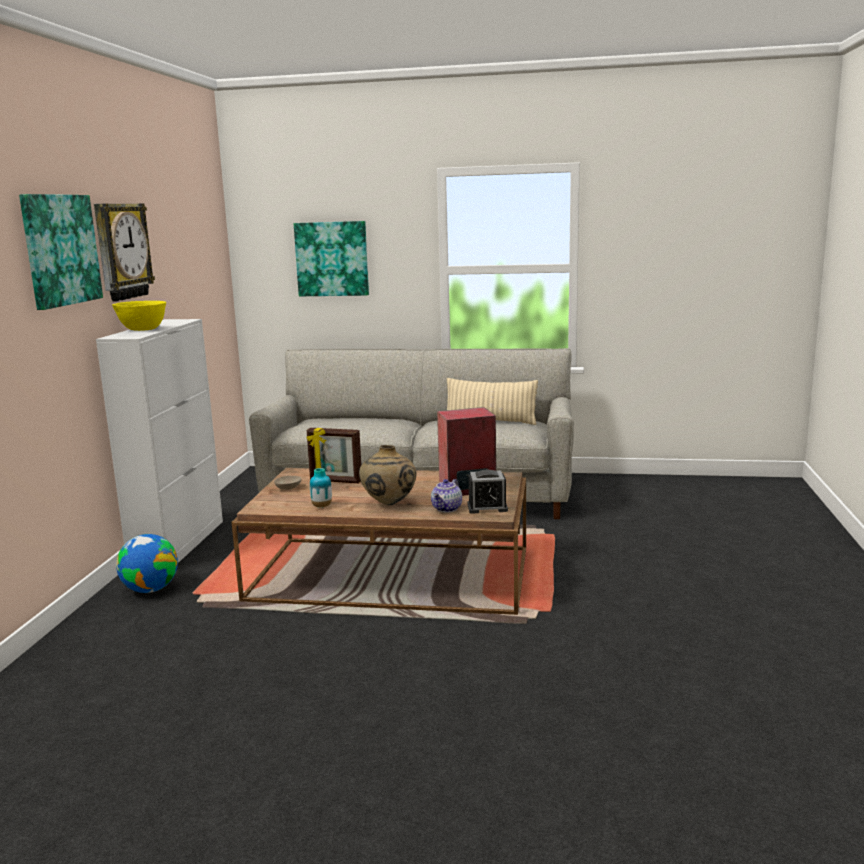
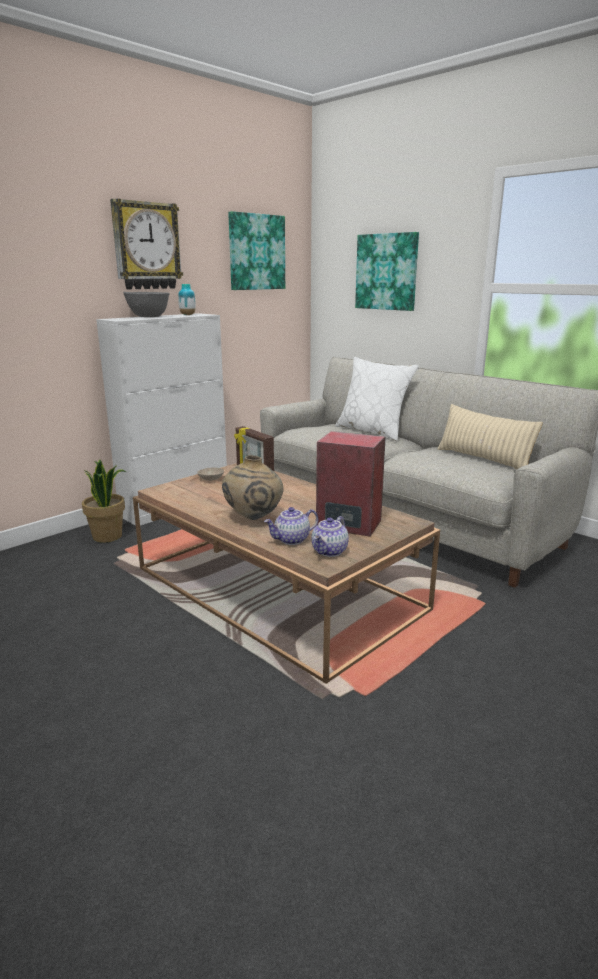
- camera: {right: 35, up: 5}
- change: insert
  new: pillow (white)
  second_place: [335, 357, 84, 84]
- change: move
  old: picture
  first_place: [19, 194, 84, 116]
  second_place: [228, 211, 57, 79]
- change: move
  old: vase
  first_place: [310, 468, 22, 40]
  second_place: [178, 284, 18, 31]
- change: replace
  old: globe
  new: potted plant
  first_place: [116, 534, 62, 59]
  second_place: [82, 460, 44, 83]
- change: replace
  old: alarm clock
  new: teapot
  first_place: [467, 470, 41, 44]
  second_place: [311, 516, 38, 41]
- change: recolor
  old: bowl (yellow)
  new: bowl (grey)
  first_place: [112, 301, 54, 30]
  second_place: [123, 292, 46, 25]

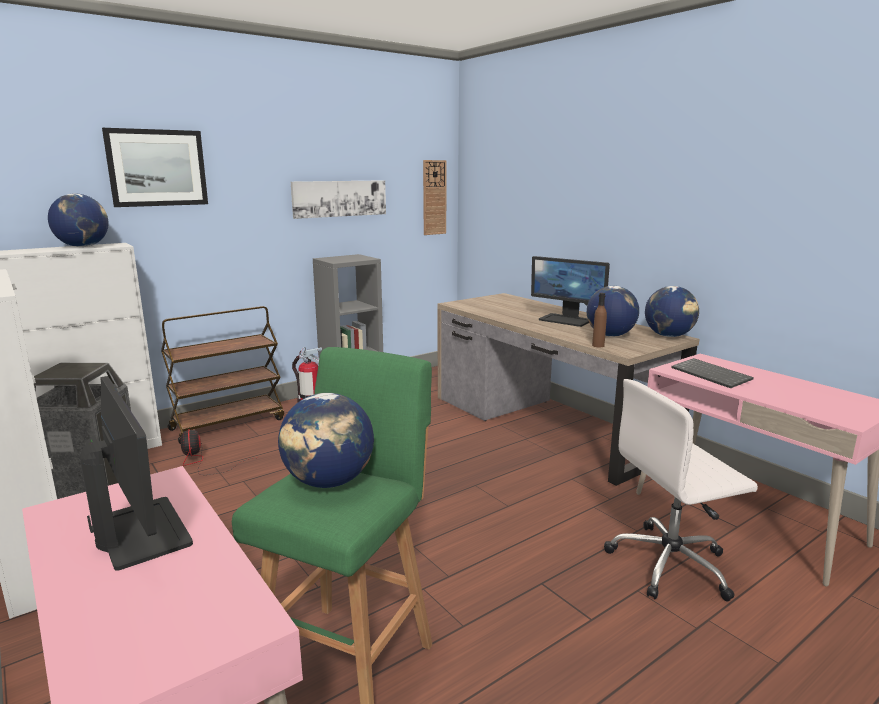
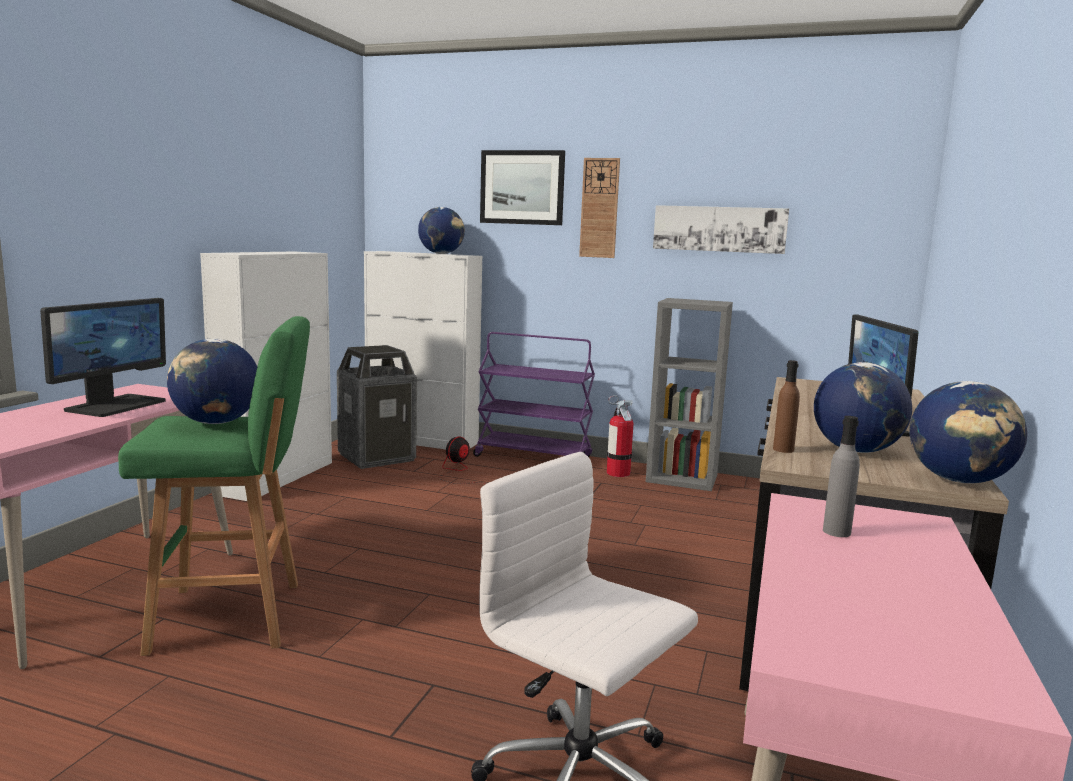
- camera: {right: 55, up: -5}
- change: move
  old: wall clock
  first_place: [423, 160, 24, 75]
  second_place: [579, 158, 41, 100]
- change: replace
  old: keyboard
  new: bottle (grey)
  first_place: [671, 358, 83, 30]
  second_place: [823, 416, 37, 121]
- change: recolor
  old: cart (brown)
  new: cart (purple)
  first_place: [161, 306, 123, 138]
  second_place: [473, 332, 122, 125]

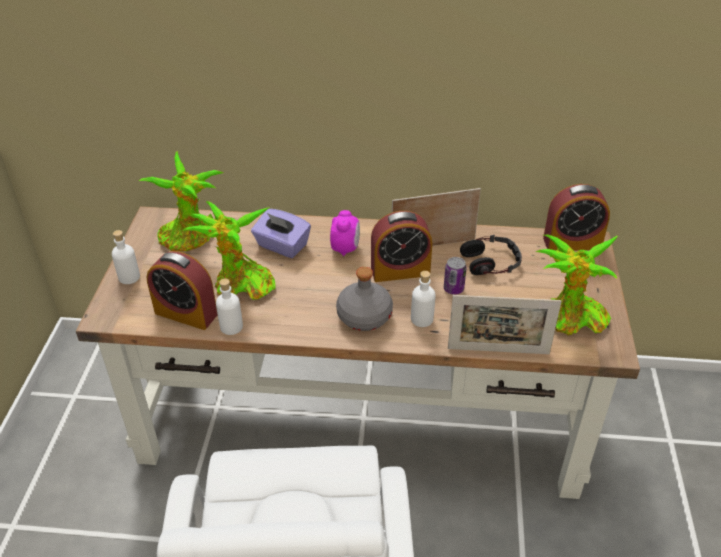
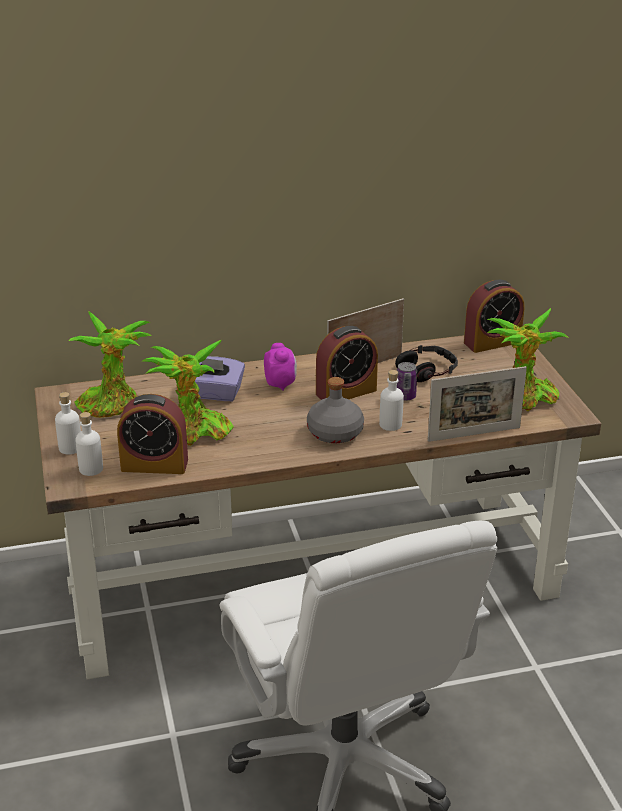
- camera: {right: -20, up: -10}
- change: move
  old: bottle (white)
  first_place: [216, 278, 27, 57]
  second_place: [75, 412, 28, 64]

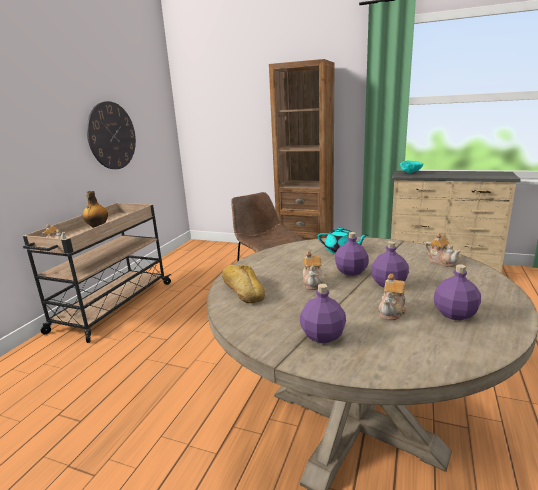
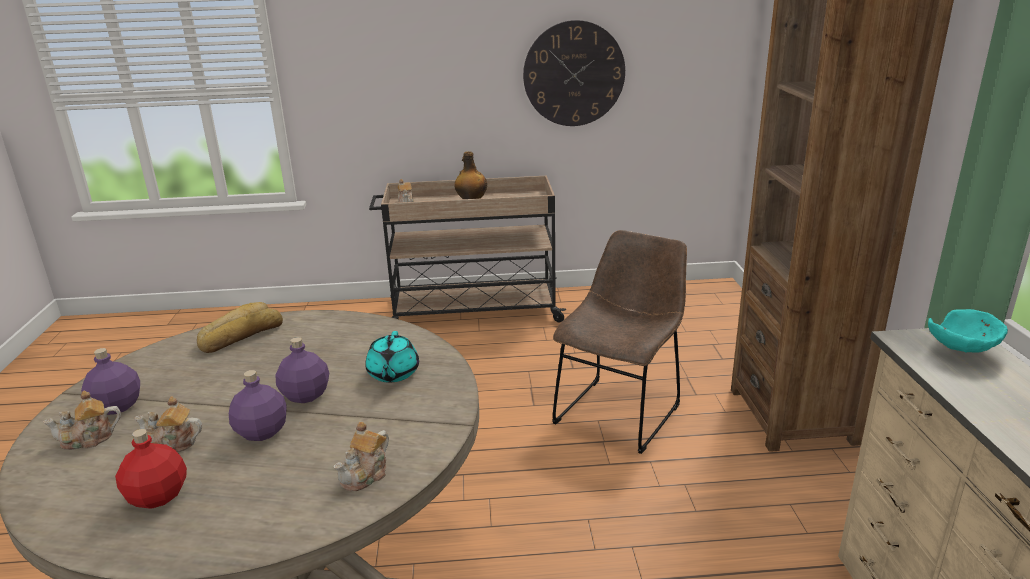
- camera: {right: 65, up: 5}
- change: move
  old: teapot
  first_place: [303, 251, 21, 39]
  second_place: [43, 391, 78, 59]
- change: recolor
  old: bottle (purple)
  new: bottle (red)
  first_place: [434, 264, 47, 56]
  second_place: [115, 429, 72, 80]

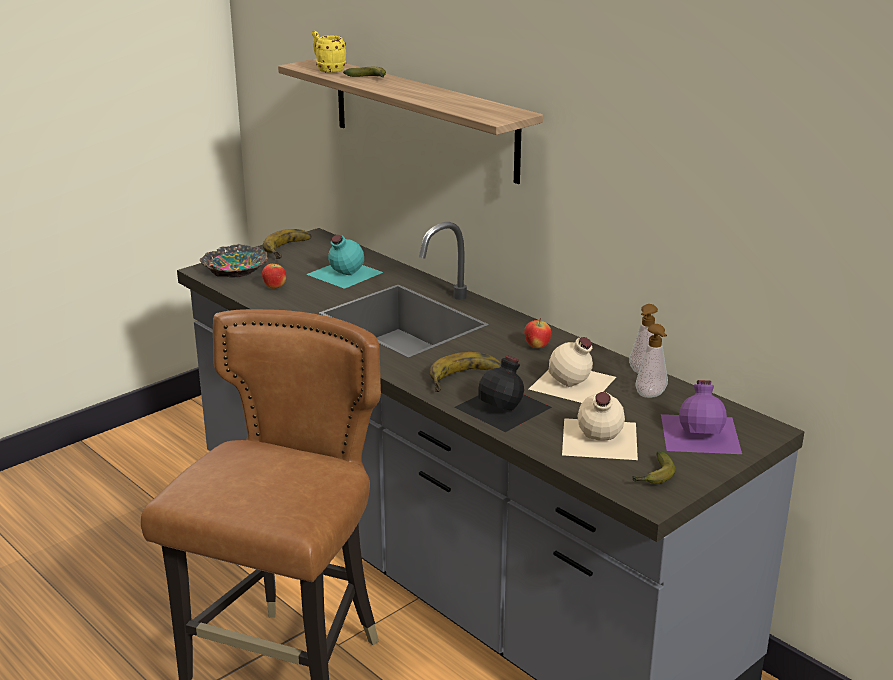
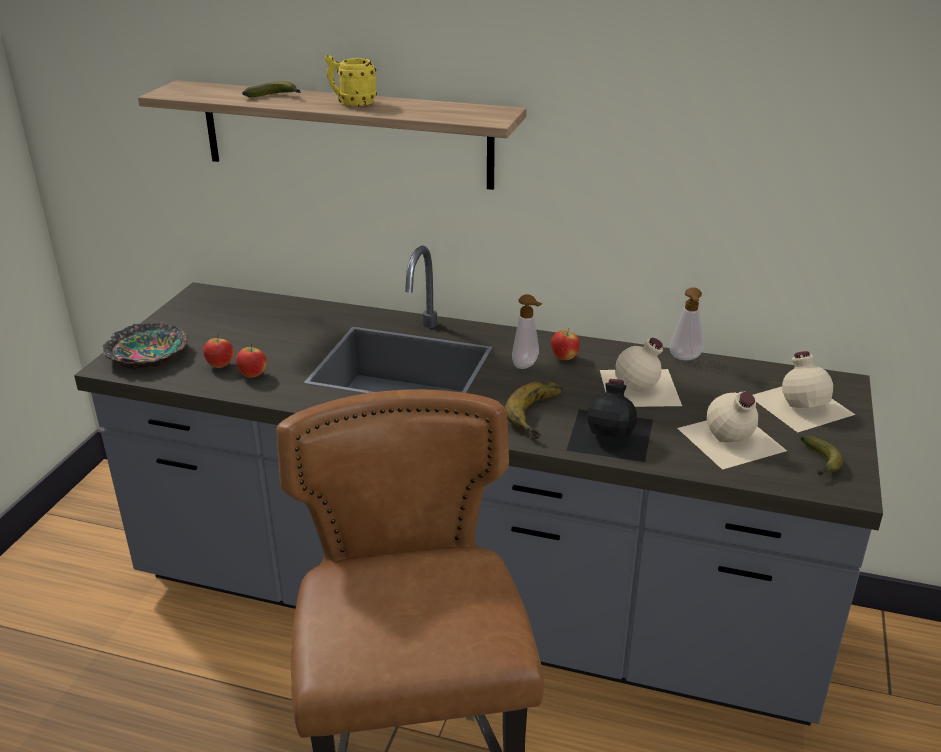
- camera: {right: -30, up: 5}
- change: delete
  old: banana
  first_place: [263, 229, 48, 30]
- change: delete
  old: bottle (turquoise)
  first_place: [306, 235, 77, 54]
- change: insert
  new: apple
  second_place: [236, 343, 31, 35]
- change: move
  old: mug (yellow)
  first_place: [312, 31, 34, 42]
  second_place: [325, 55, 52, 51]
- change: move
  old: soap dispenser
  first_place: [635, 324, 33, 74]
  second_place: [512, 294, 30, 75]
- change: recolor
  old: bottle (purple)
  new: bottle (beige)
  first_place: [661, 380, 81, 74]
  second_place: [753, 351, 102, 81]

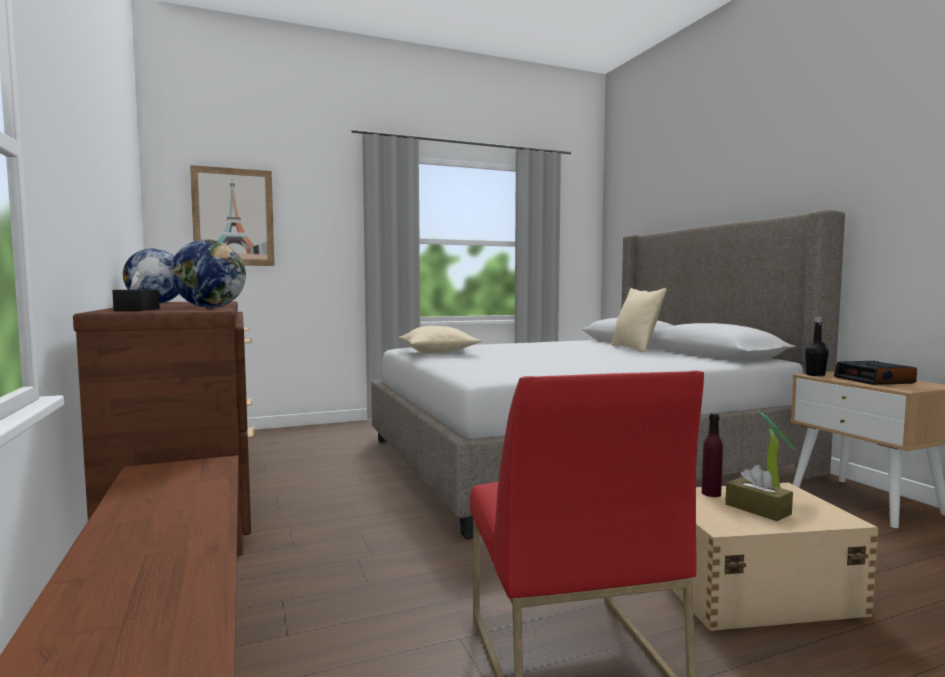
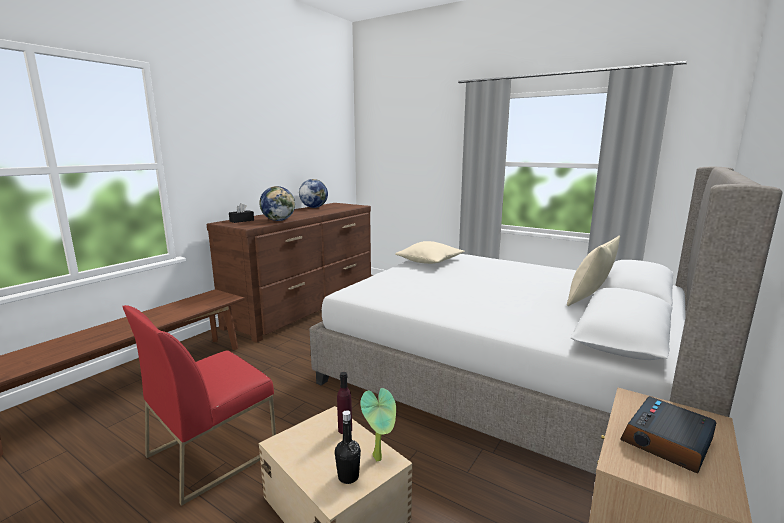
- camera: {right: 55, up: 10}
- change: delete
  old: picture
  first_place: [190, 165, 85, 101]
- change: delete
  old: tissue box (brown)
  first_place: [725, 465, 68, 56]
- change: move
  old: bottle (black)
  first_place: [805, 317, 24, 59]
  second_place: [335, 410, 26, 74]

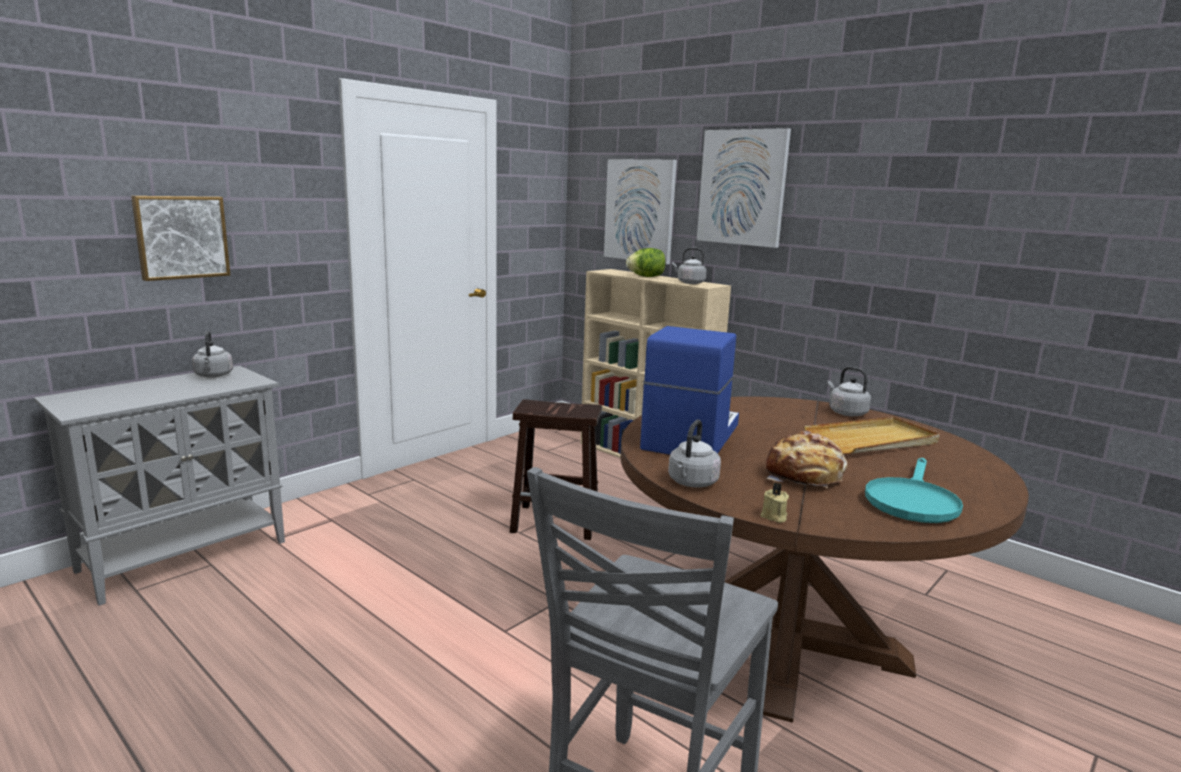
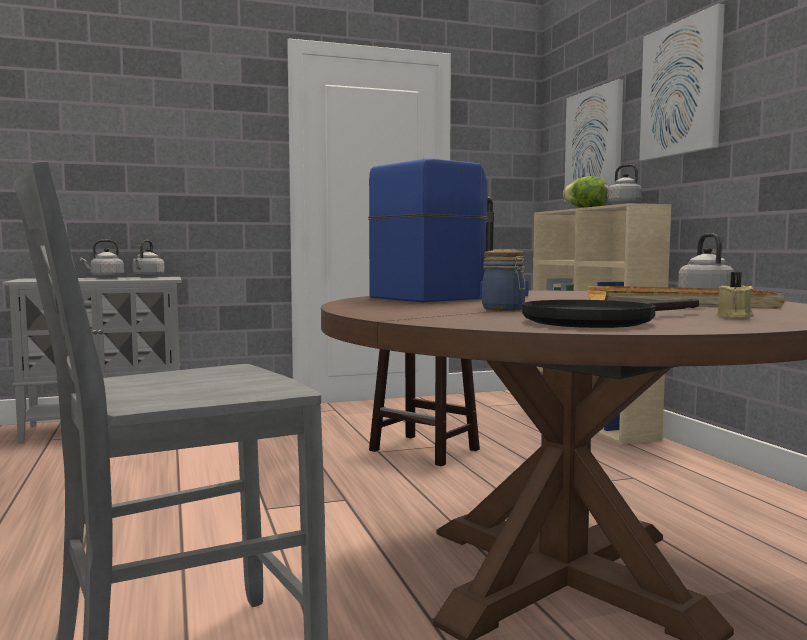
- camera: {right: 30, up: -10}
- change: delete
  old: picture
  first_place: [131, 196, 99, 85]
- change: move
  old: kettle (grey)
  first_place: [668, 420, 53, 67]
  second_place: [80, 240, 44, 39]
- change: move
  old: candle (beige)
  first_place: [760, 483, 29, 40]
  second_place: [715, 272, 38, 47]
- change: replace
  old: bread
  new: jar
  first_place: [765, 431, 82, 57]
  second_place: [482, 250, 44, 61]
- change: recolor
  old: frying pan (turquoise)
  new: frying pan (black)
  first_place: [865, 458, 98, 65]
  second_place: [522, 299, 177, 29]

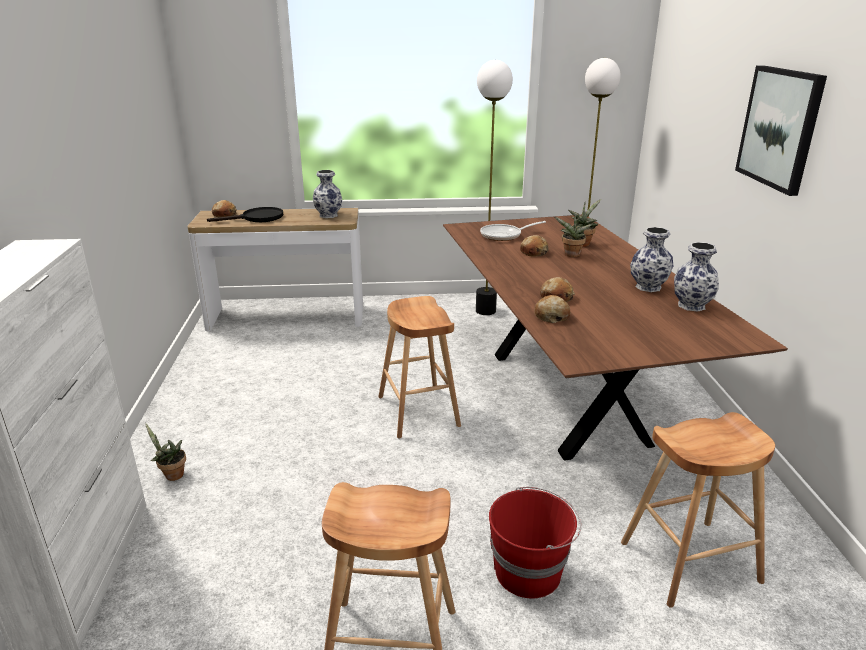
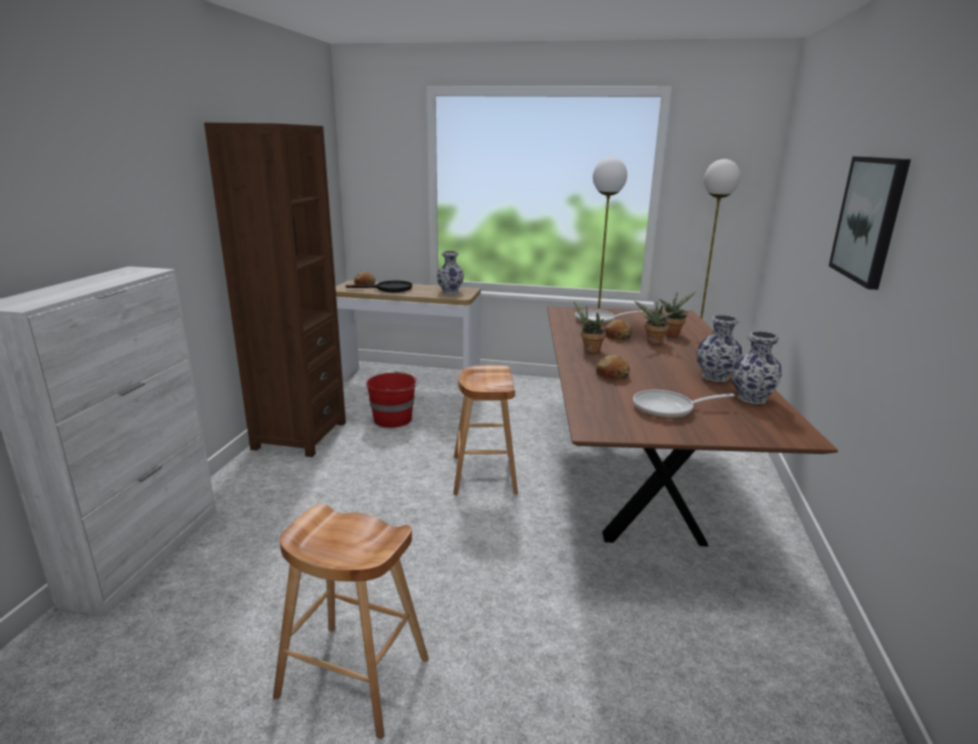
- camera: {right: 15, up: -5}
- change: delete
  old: bread
  first_place: [534, 295, 36, 28]
- change: delete
  old: stool (brown)
  first_place: [621, 412, 154, 196]
- change: insert
  new: bookcase (brown)
  second_place: [204, 122, 142, 335]
- change: insert
  new: frying pan
  second_place: [633, 390, 102, 29]
- change: move
  old: potted plant
  first_place: [145, 423, 41, 58]
  second_place: [574, 301, 32, 52]
- change: move
  old: bucket (red)
  first_place: [489, 487, 92, 112]
  second_place: [366, 371, 52, 57]

